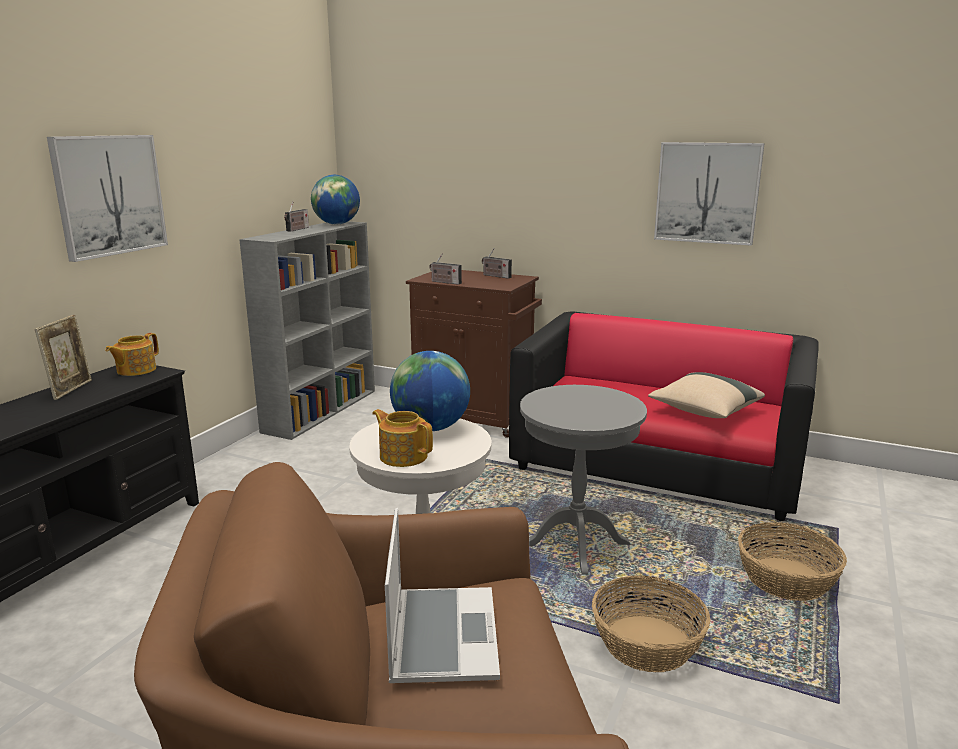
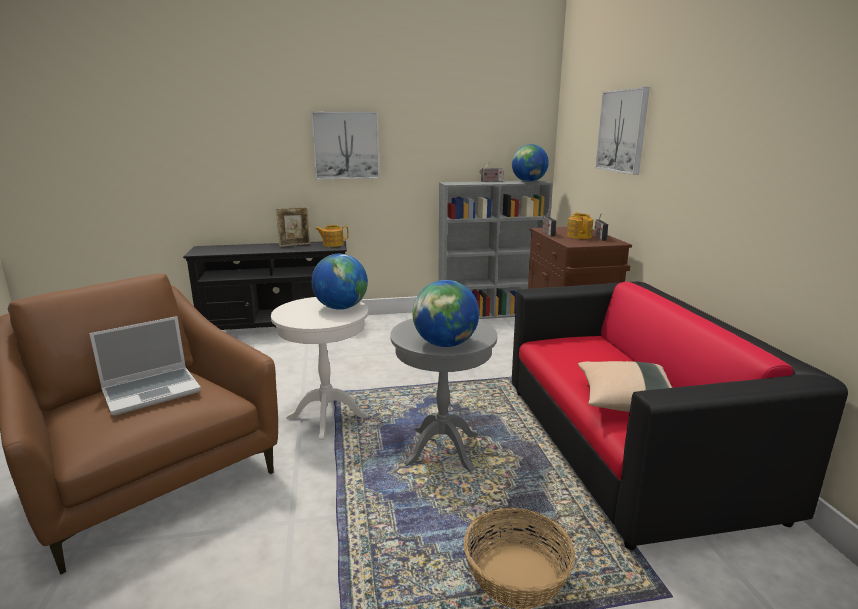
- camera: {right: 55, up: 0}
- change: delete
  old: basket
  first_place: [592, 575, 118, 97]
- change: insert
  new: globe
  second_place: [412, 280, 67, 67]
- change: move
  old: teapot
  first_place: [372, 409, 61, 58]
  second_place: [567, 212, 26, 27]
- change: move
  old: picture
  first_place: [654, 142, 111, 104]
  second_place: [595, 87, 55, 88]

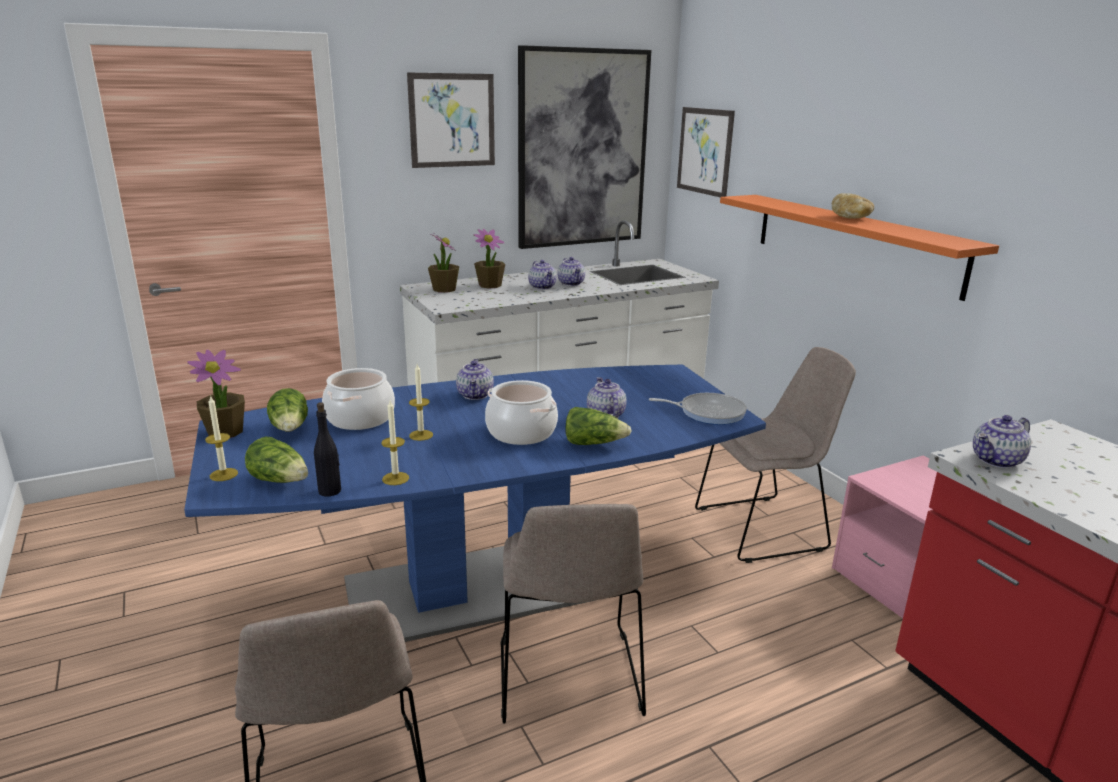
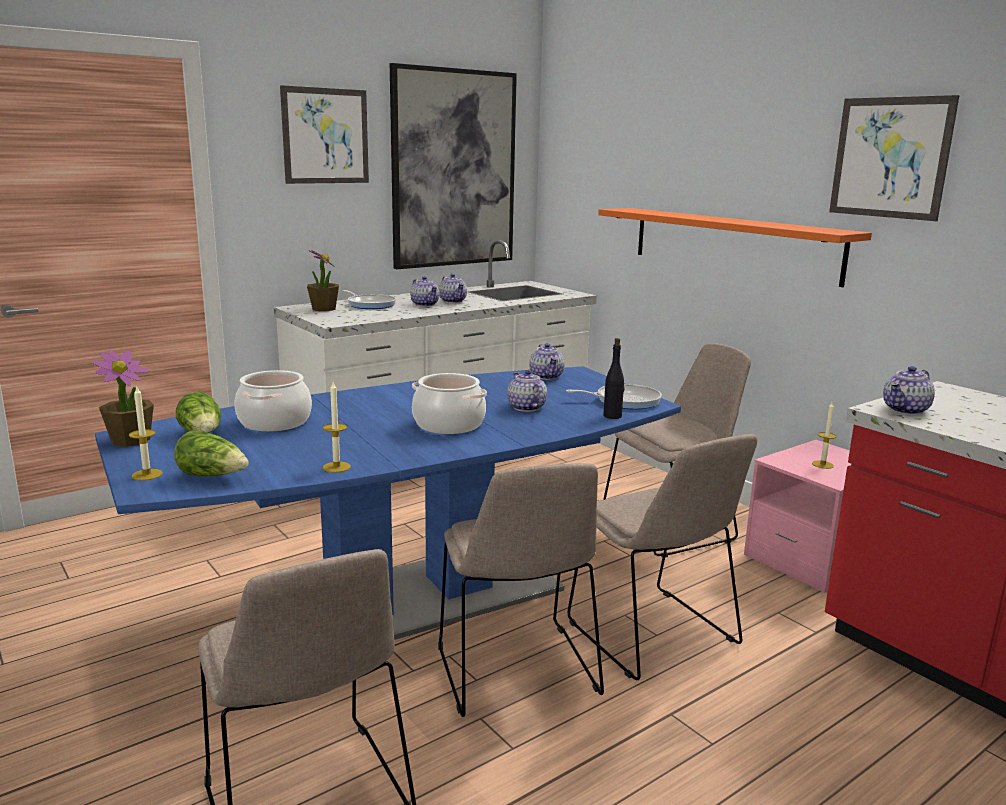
- camera: {right: -10, up: -5}
- change: delete
  old: lettuce
  first_place: [566, 407, 65, 38]
- change: delete
  old: bread
  first_place: [832, 193, 42, 26]
- change: insert
  new: chair (beige)
  second_place: [568, 434, 189, 246]
- change: move
  old: bottle (black)
  first_place: [314, 402, 27, 95]
  second_place: [603, 338, 21, 81]
- change: move
  old: candle
  first_place: [409, 364, 24, 77]
  second_place: [812, 402, 25, 67]
- change: move
  old: teapot
  first_place: [456, 359, 38, 41]
  second_place: [529, 343, 36, 37]
- change: move
  old: picture
  first_place: [677, 107, 58, 90]
  second_place: [829, 95, 131, 126]
- change: replace
  old: potted plant
  new: frying pan
  first_place: [474, 229, 31, 60]
  second_place: [342, 290, 54, 19]

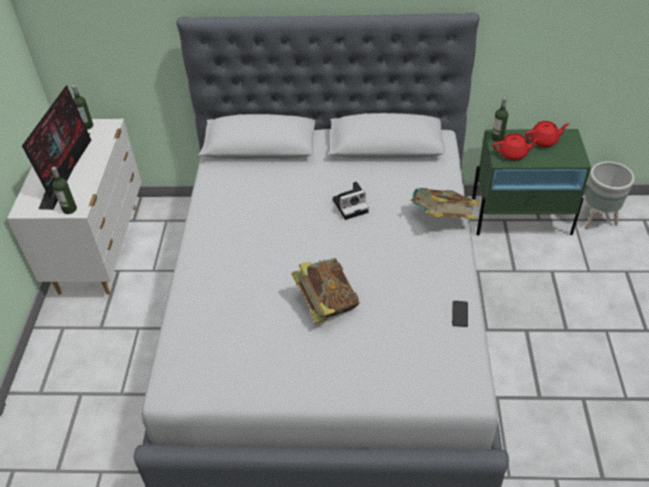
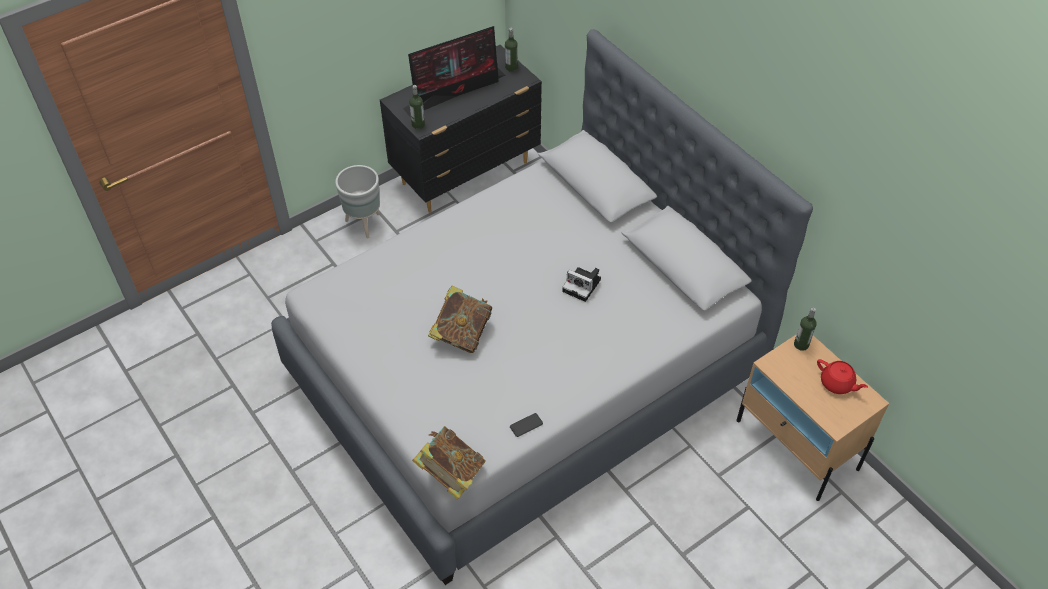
- camera: {right: 50, up: 5}
- change: delete
  old: teapot (red)
  first_place: [493, 134, 47, 26]
- change: move
  old: book
  first_place: [410, 188, 70, 31]
  second_place: [412, 426, 74, 74]
- change: move
  old: planter (grey)
  first_place: [585, 161, 50, 68]
  second_place: [335, 165, 45, 74]
- change: recolor
  old: dresser (white)
  new: dresser (black)
  first_place: [7, 119, 135, 176]
  second_place: [380, 45, 162, 168]
- change: recolor
  old: nightstand (green)
  new: nightstand (beige)
  first_place: [472, 129, 119, 107]
  second_place: [736, 334, 153, 167]

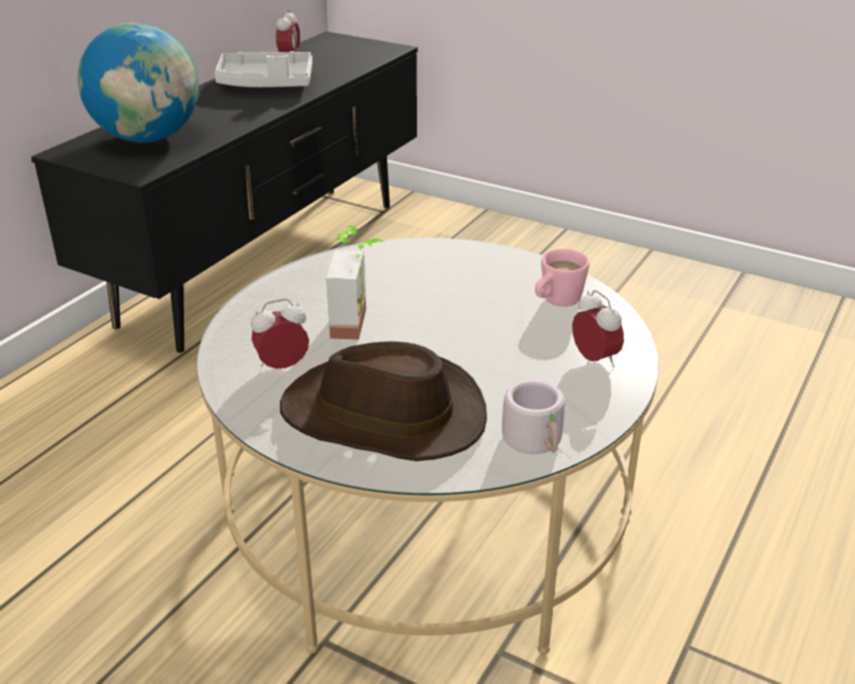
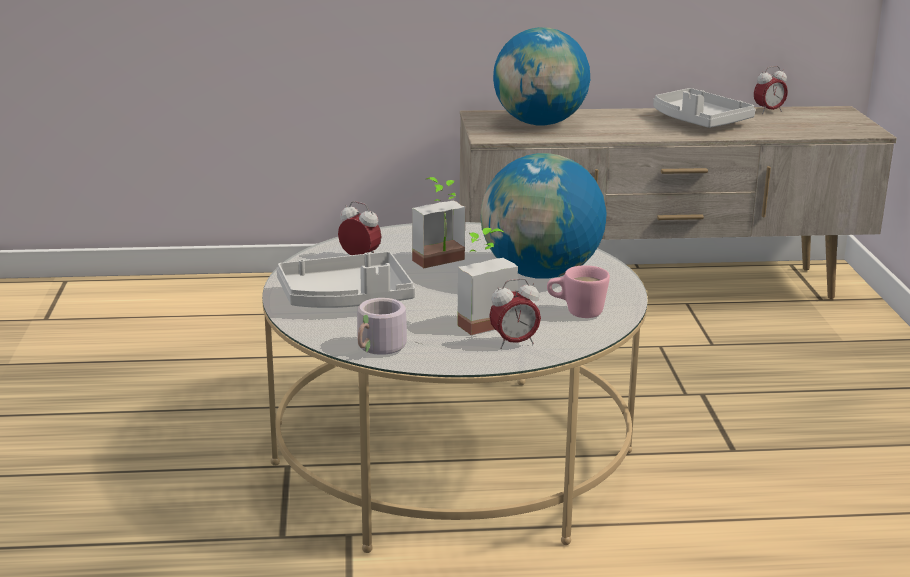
- camera: {right: 55, up: -10}
- change: insert
  new: potted plant
  second_place: [457, 228, 61, 107]
- change: insert
  new: globe
  second_place: [481, 153, 126, 126]
- change: replace
  old: hat (brown)
  new: tray (grey)
  first_place: [280, 341, 207, 120]
  second_place: [276, 251, 139, 57]
- change: recolor
  old: tv stand (black)
  new: tv stand (beige)
  first_place: [31, 31, 387, 322]
  second_place: [460, 106, 437, 193]
- change: rotate
  old: alarm clock
  first_place: [572, 290, 52, 77]
  second_place: [489, 278, 52, 71]
  degrees: 45

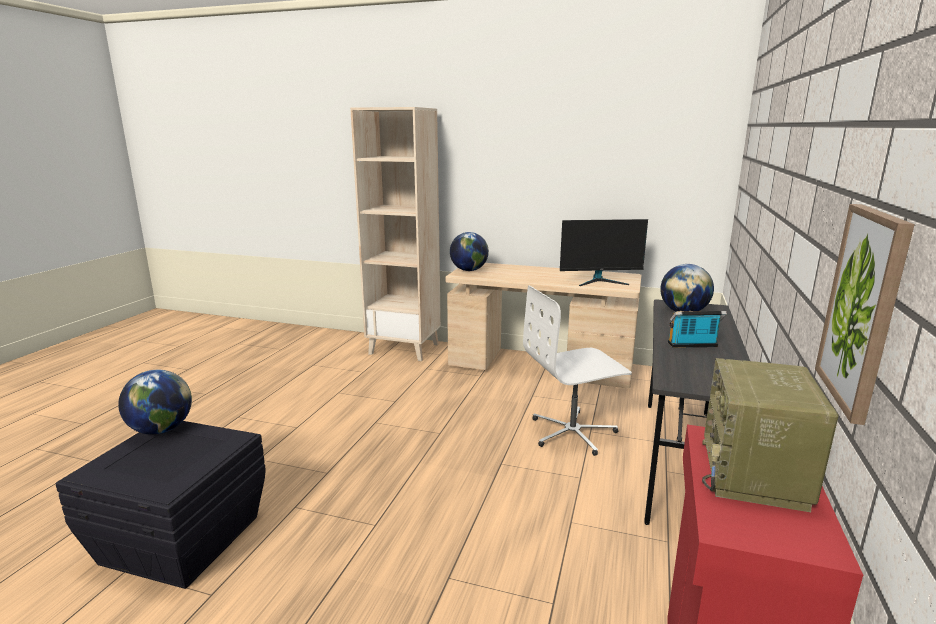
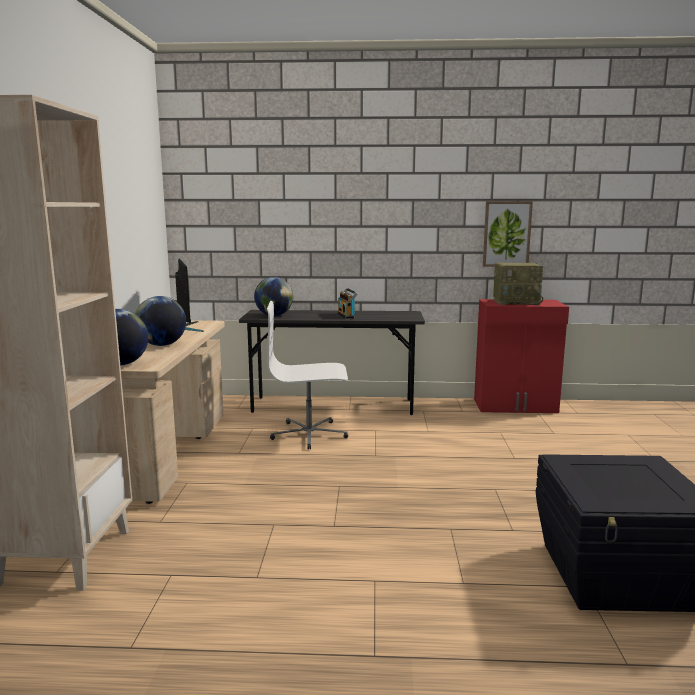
- camera: {right: -105, up: -5}
- change: move
  old: globe
  first_place: [118, 370, 74, 65]
  second_place: [135, 296, 51, 50]
- change: rotate
  old: office chair (white)
  first_place: [523, 285, 109, 171]
  second_place: [267, 301, 81, 148]
  degrees: 120

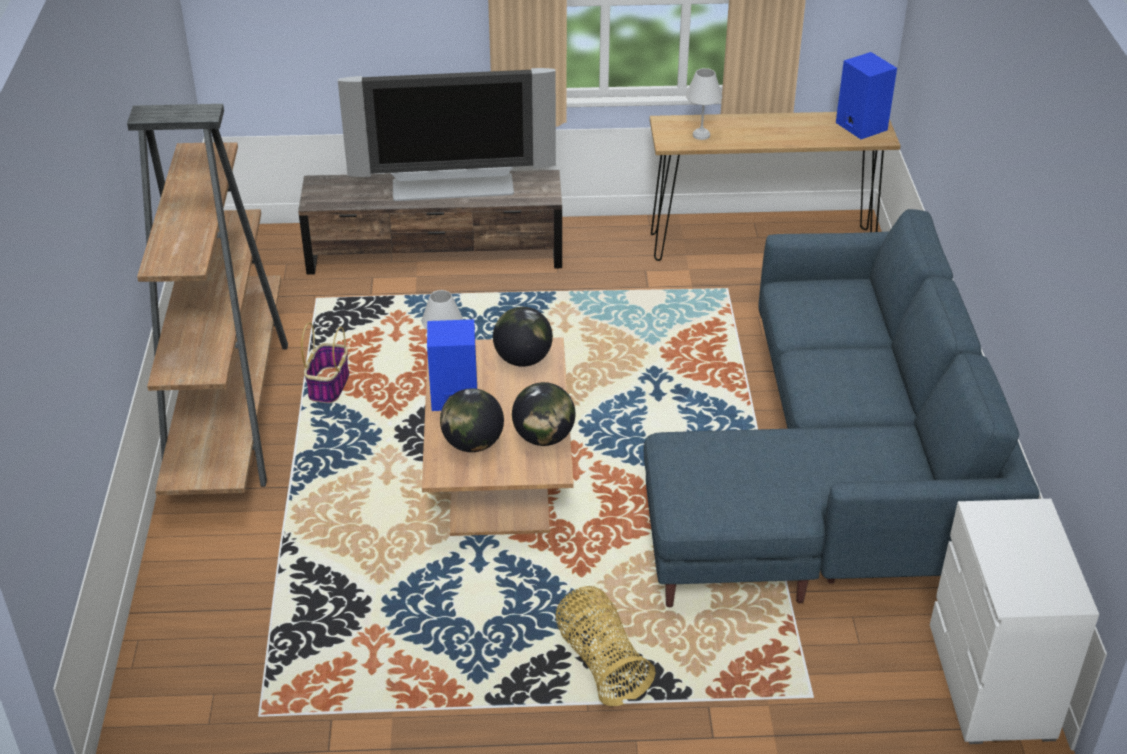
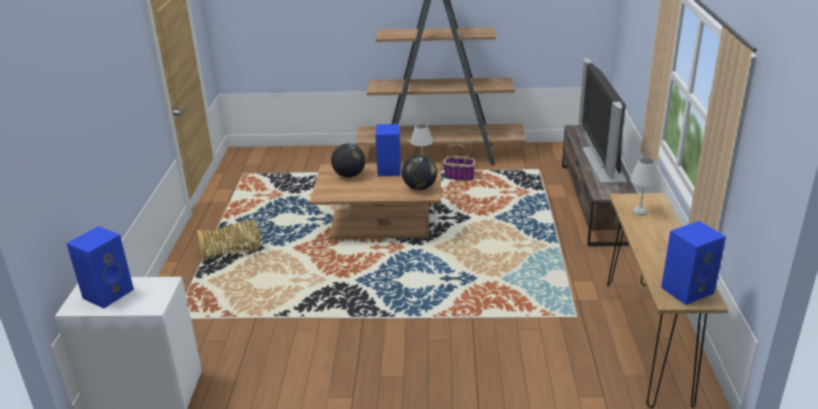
- camera: {right: 95, up: -10}
- change: delete
  old: globe
  first_place: [512, 382, 63, 64]
- change: delete
  old: sofa (blue)
  first_place: [644, 209, 396, 398]
- change: insert
  new: speaker (blue)
  second_place: [66, 226, 68, 83]

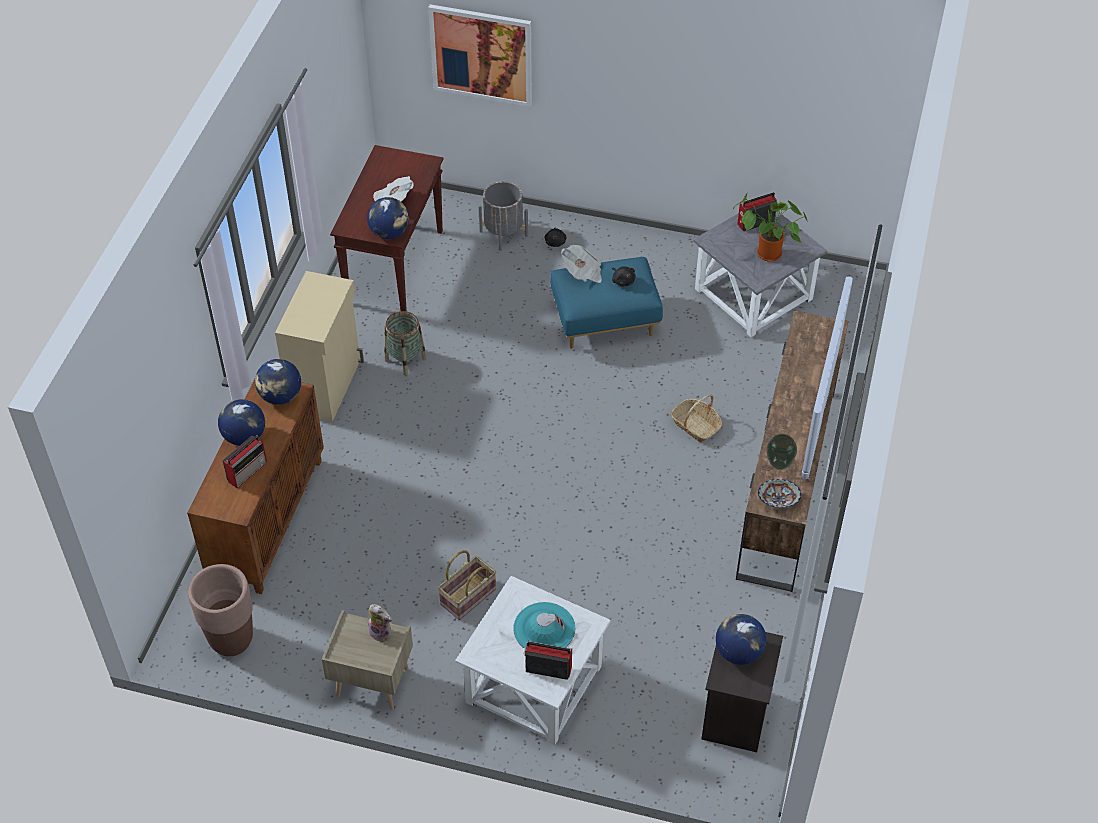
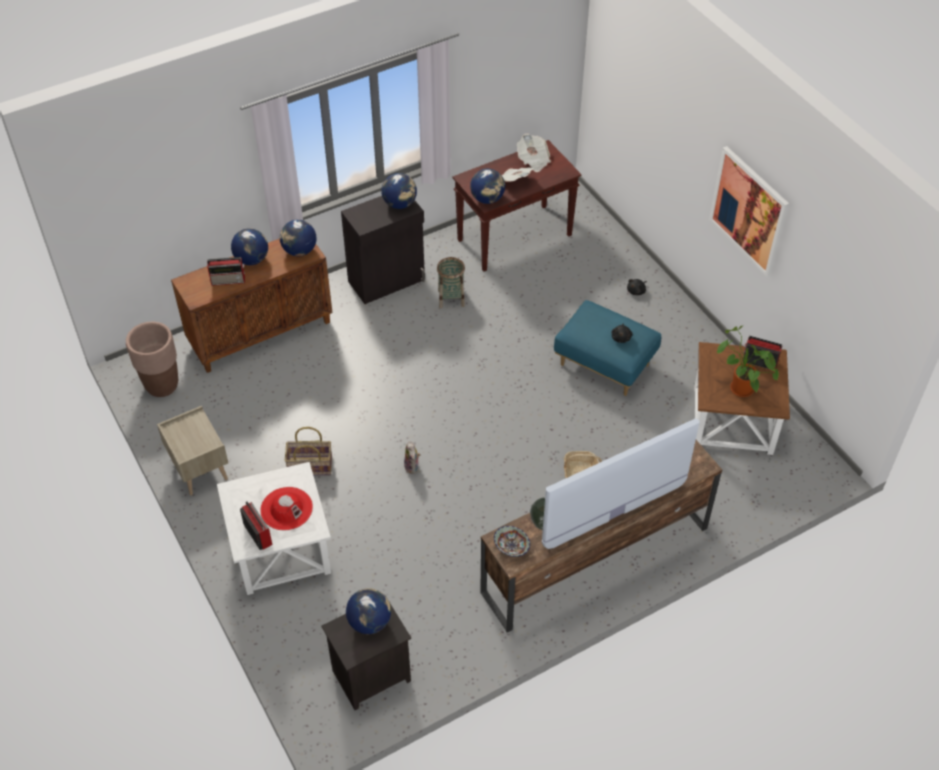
- camera: {right: 45, up: 0}
- change: delete
  old: planter (grey)
  first_place: [478, 181, 50, 70]
- change: insert
  new: globe
  second_place: [381, 173, 36, 36]
- change: move
  old: plush toy
  first_place: [368, 604, 24, 39]
  second_place: [404, 441, 16, 33]
- change: move
  old: picture
  first_place: [428, 4, 104, 103]
  second_place: [709, 146, 80, 131]
- change: move
  old: newspaper
  first_place: [561, 245, 41, 38]
  second_place: [517, 134, 34, 38]
- change: recolor
  old: cabinet (beige)
  new: cabinet (black)
  first_place: [275, 271, 89, 151]
  second_place: [341, 196, 84, 108]
- change: recolor
  old: hat (turquoise)
  new: hat (red)
  first_place: [513, 602, 62, 47]
  second_place: [260, 487, 53, 43]
- change: recolor
  old: side table (grey)
  new: side table (brown)
  first_place: [693, 211, 134, 126]
  second_place: [694, 342, 96, 113]

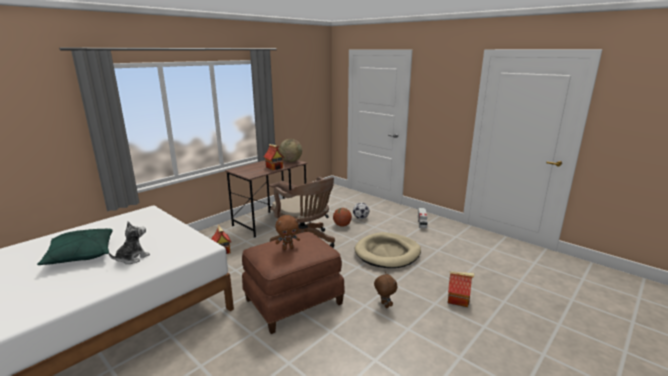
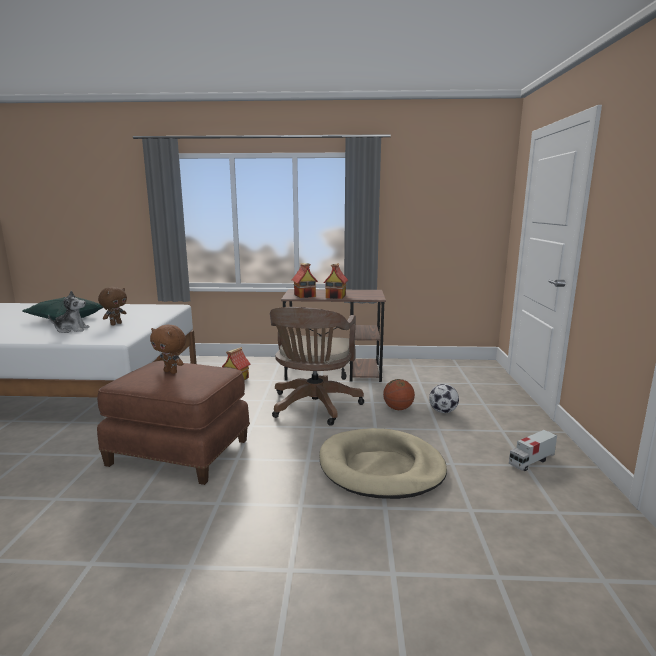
- camera: {right: 50, up: -5}
- change: delete
  old: globe
  first_place: [279, 139, 23, 23]
- change: move
  old: plush toy (brown)
  first_place: [374, 272, 23, 36]
  second_place: [98, 287, 29, 38]
- change: move
  old: toy house
  first_place: [448, 271, 27, 36]
  second_place: [292, 263, 26, 35]

